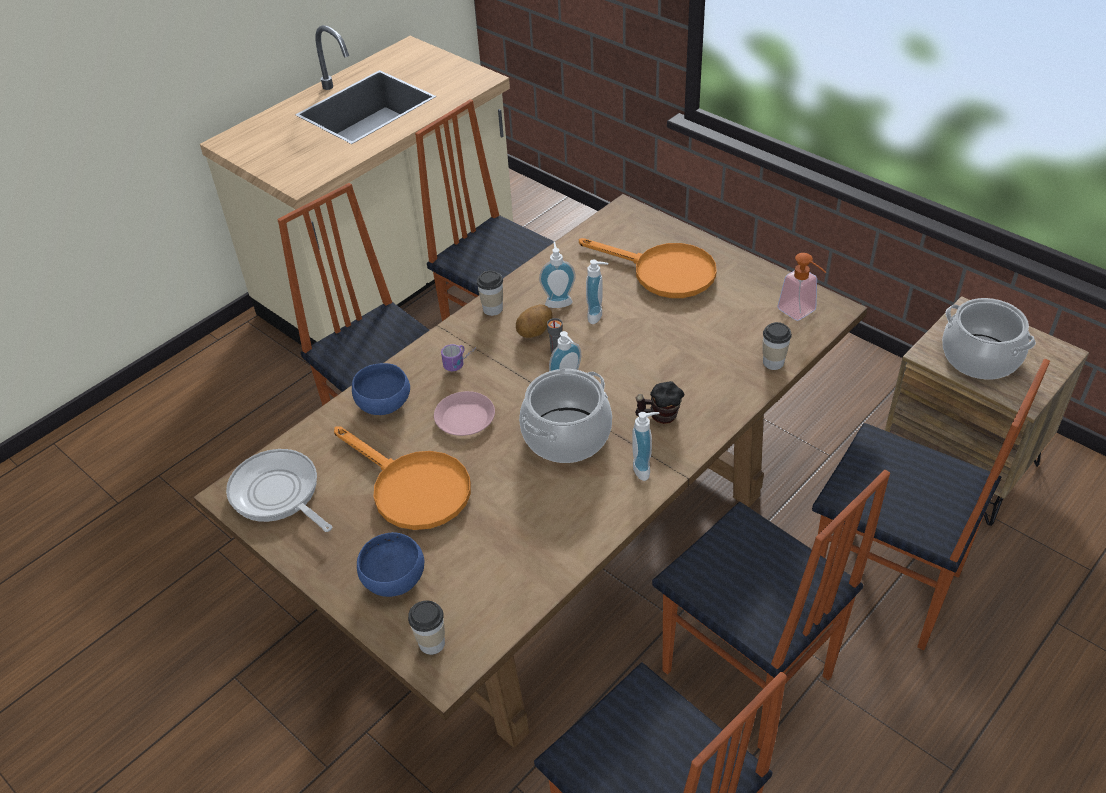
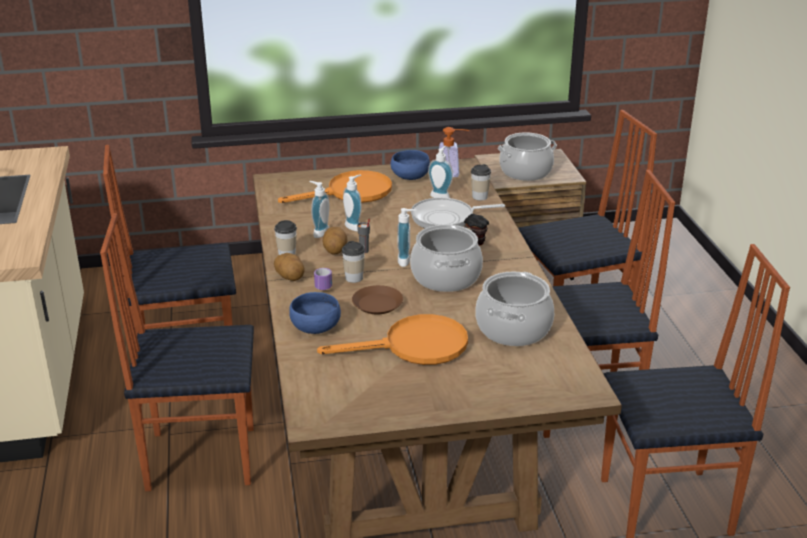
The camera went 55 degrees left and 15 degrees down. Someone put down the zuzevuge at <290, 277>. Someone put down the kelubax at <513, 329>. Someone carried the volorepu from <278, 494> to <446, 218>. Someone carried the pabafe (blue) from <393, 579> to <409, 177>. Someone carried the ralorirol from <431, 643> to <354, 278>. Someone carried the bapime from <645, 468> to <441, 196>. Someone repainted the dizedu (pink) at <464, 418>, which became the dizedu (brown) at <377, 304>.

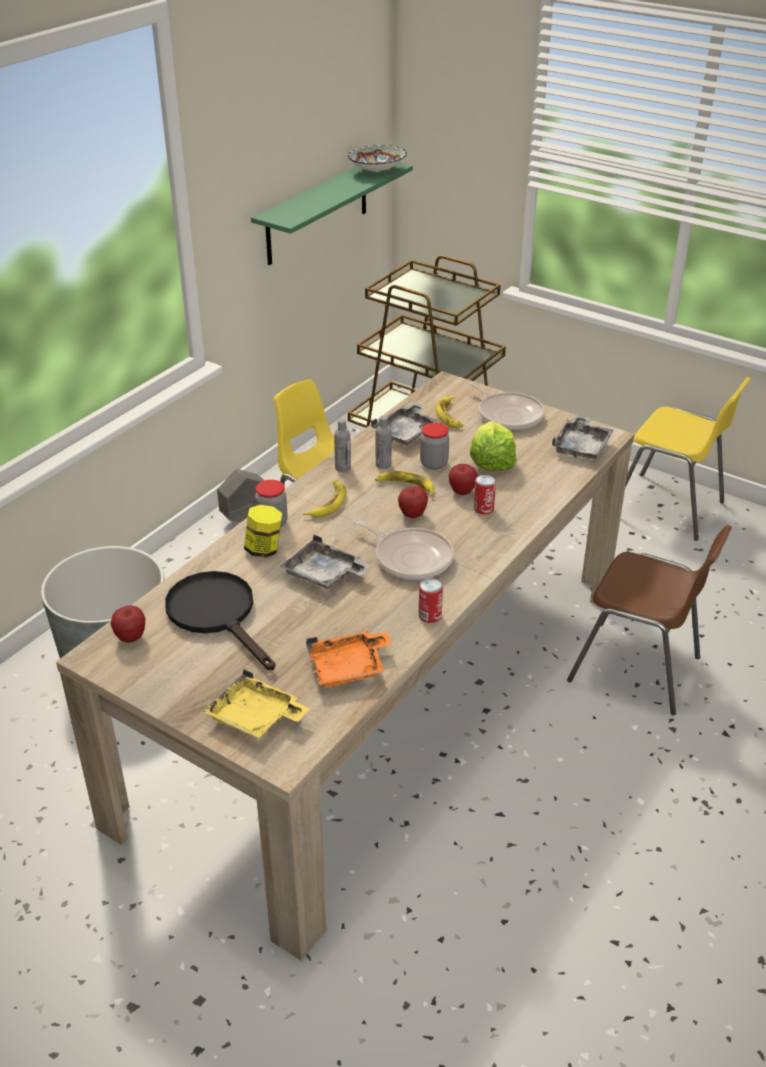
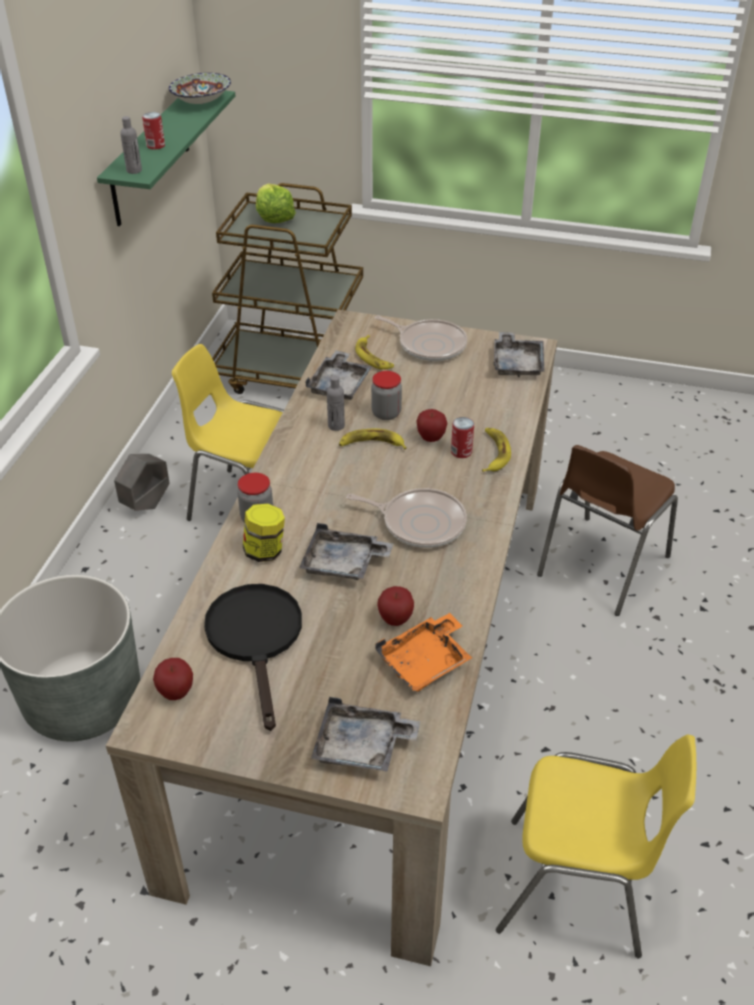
The camera went 20 degrees left and 5 degrees up. Someone carried the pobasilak from <328, 503> to <493, 453>. Someone carried the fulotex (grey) from <343, 468> to <134, 170>. Someone carried the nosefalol from <412, 515> to <395, 620>. Someone carried the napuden from <430, 615> to <155, 146>. Someone carried the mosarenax from <491, 461> to <274, 217>. Someone carried the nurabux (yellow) from <670, 508> to <577, 889>. Someone repainted the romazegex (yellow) at <256, 718>, which became the romazegex (grey) at <362, 746>. Someone rotated the volorepu (black) at <217, 615> by 45 degrees clockwise. Someone rotated the nurabux (brown) at <638, 670> by 120 degrees clockwise.

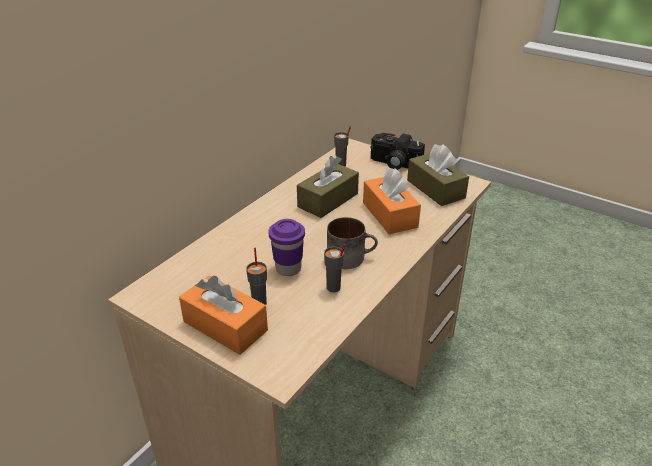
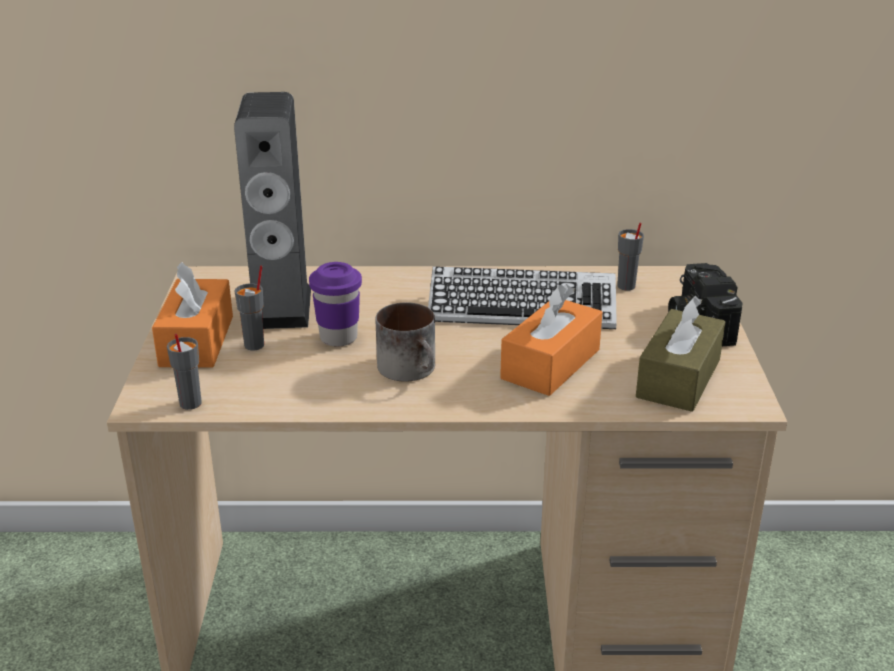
The camera went 55 degrees right and 5 degrees down. Someone put down the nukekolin at <281, 307>. Someone carried the ralorirol (grey) from <333, 288> to <190, 404>. Someone swapped the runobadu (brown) at <328, 200> for the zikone at <521, 309>.

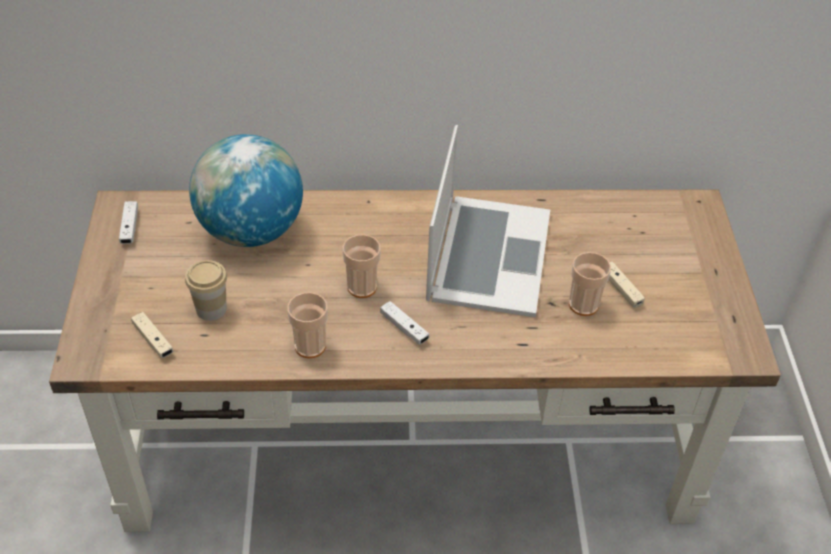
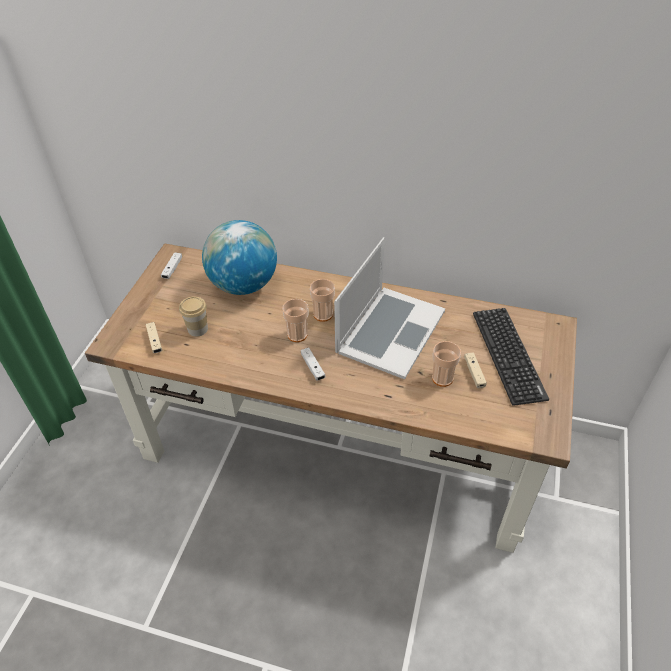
The camera went 20 degrees right and 0 degrees up. Someone put down the zikone at <508, 355>. Someone carried the ralorirol from <310, 346> to <323, 314>.

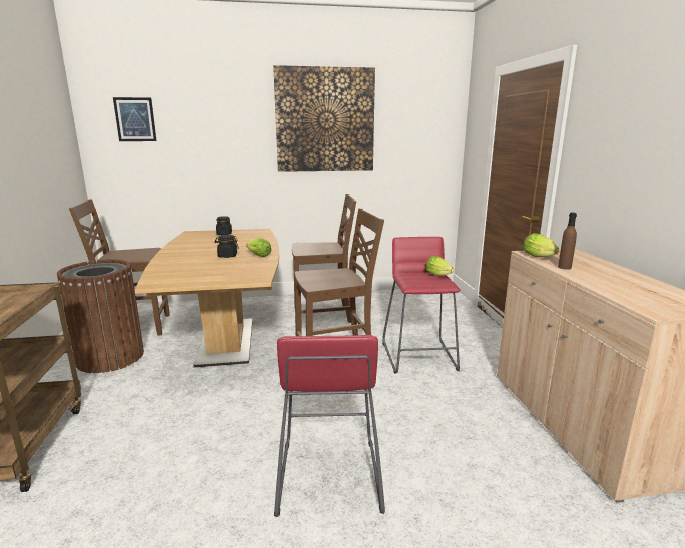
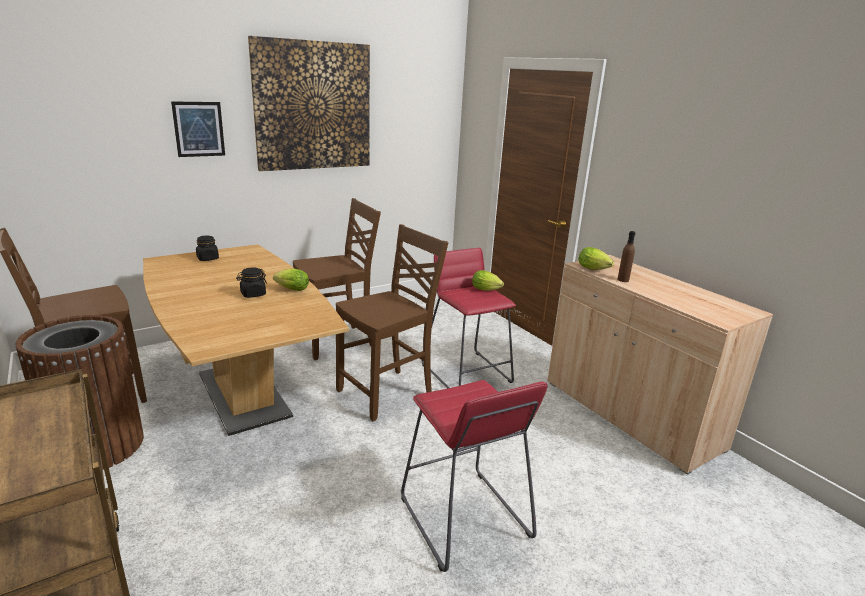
The camera went 25 degrees left and 5 degrees up. Someone carried the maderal from <135, 119> to <199, 129>.

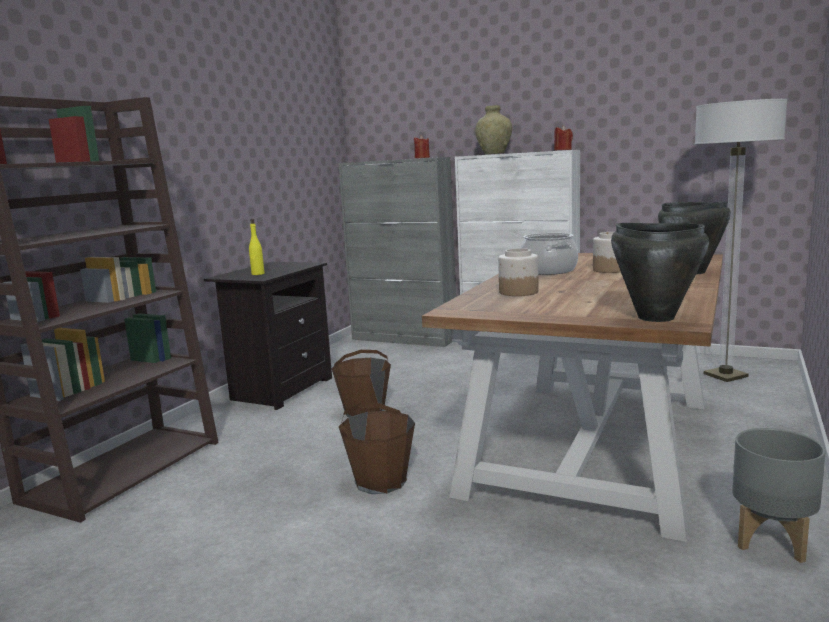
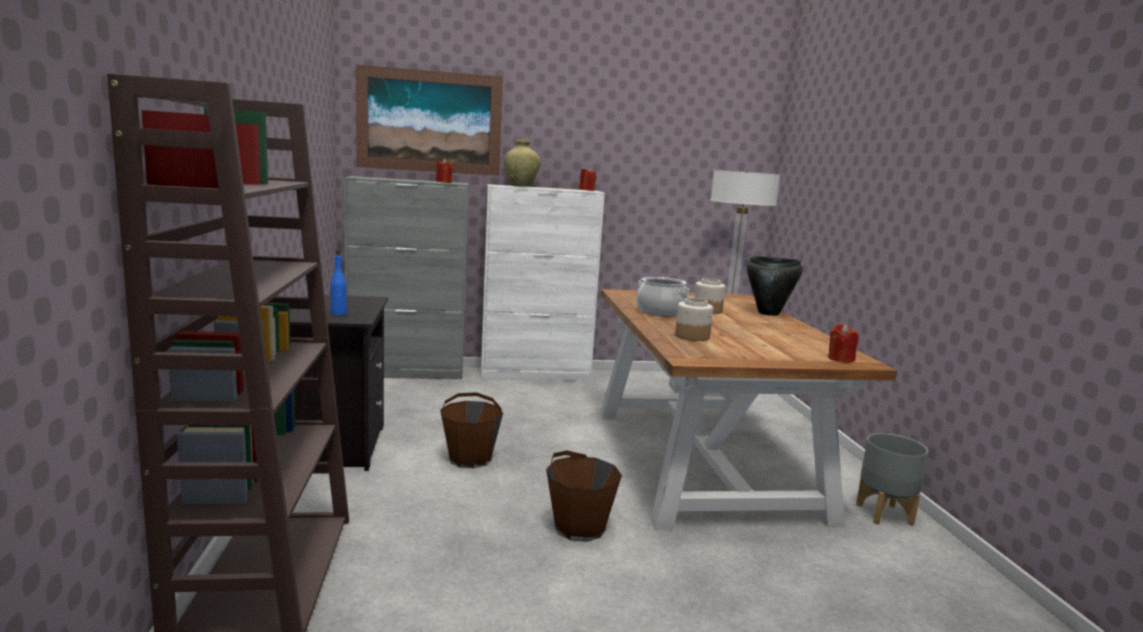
The camera went 35 degrees left and 0 degrees up. Someone put up the maderal at <429, 121>. Someone swapped the kelubax (black) at <655, 317> for the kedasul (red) at <840, 359>. Someone repainted the fulotex (yellow) at <258, 274>, which became the fulotex (blue) at <338, 314>.

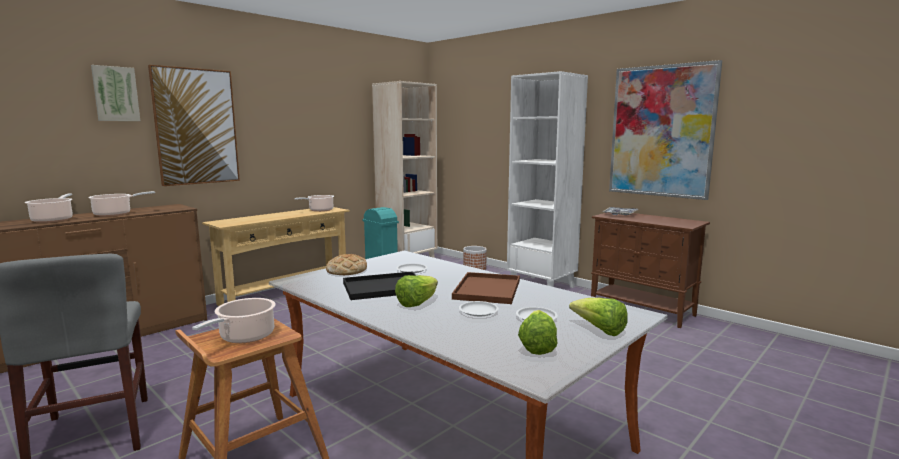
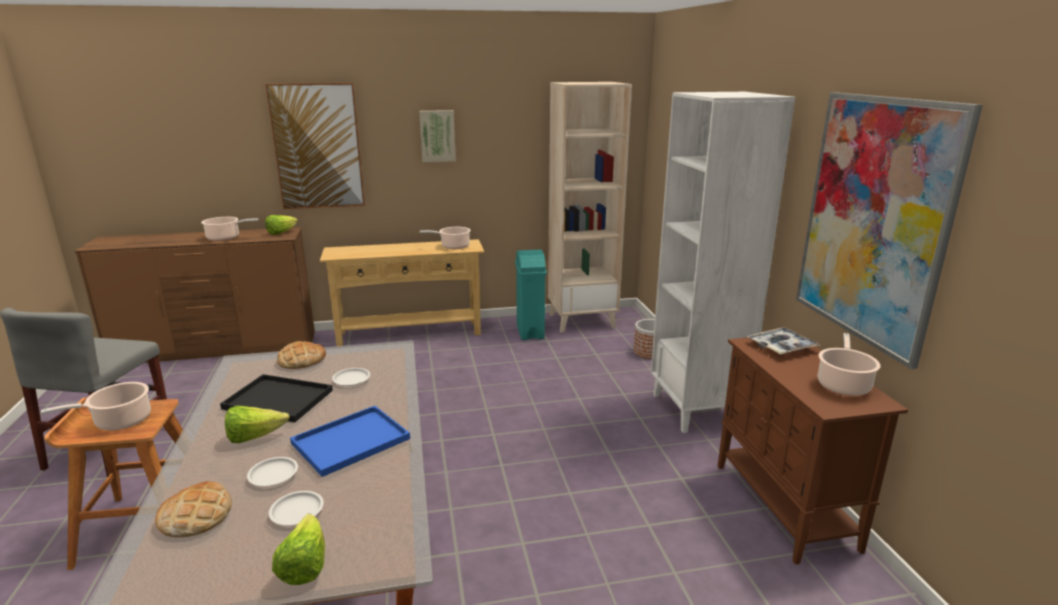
The camera went 35 degrees right and 10 degrees up. Someone put down the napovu at <196, 516>. Someone carried the kelubax from <53, 220> to <843, 384>. Someone carried the maderal from <115, 94> to <437, 136>. Someone carried the mosarenax from <536, 346> to <281, 233>. Someone repainted the romazegex (brown) at <487, 289>, which became the romazegex (blue) at <352, 440>.

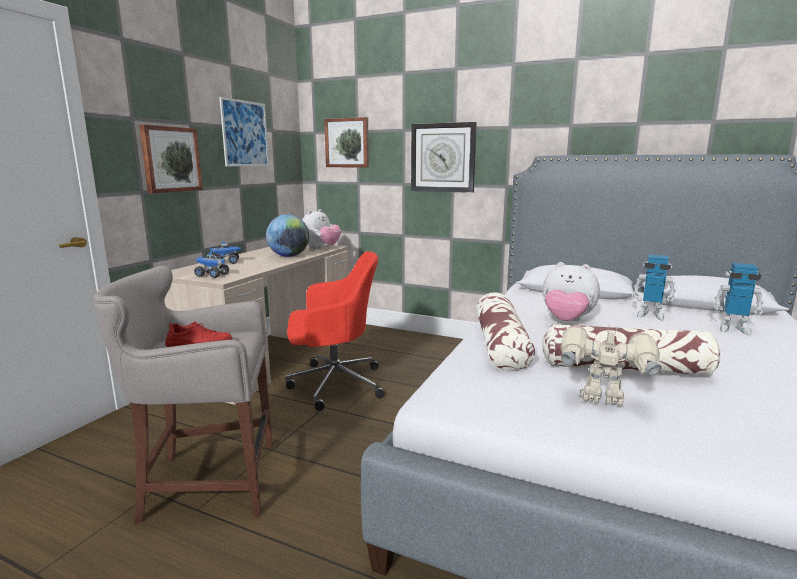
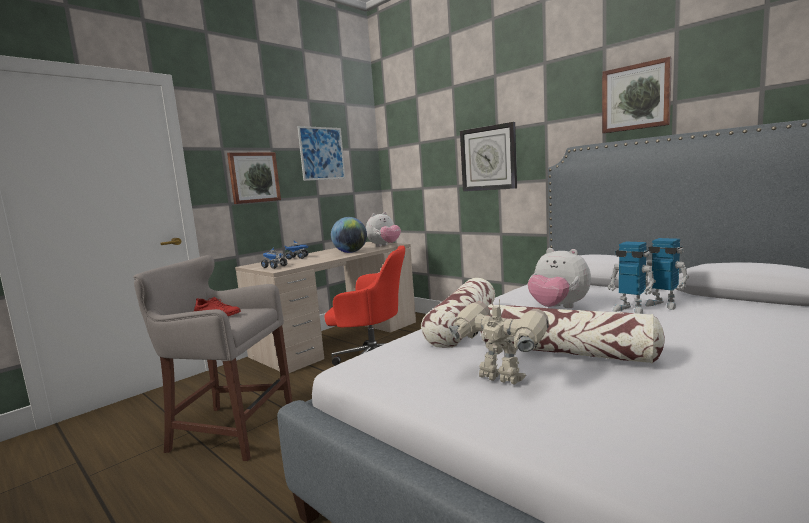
The camera went 20 degrees right and 5 degrees down. Someone carried the maderal from <347, 143> to <636, 97>. Someone carried the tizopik from <733, 329> to <630, 309>.

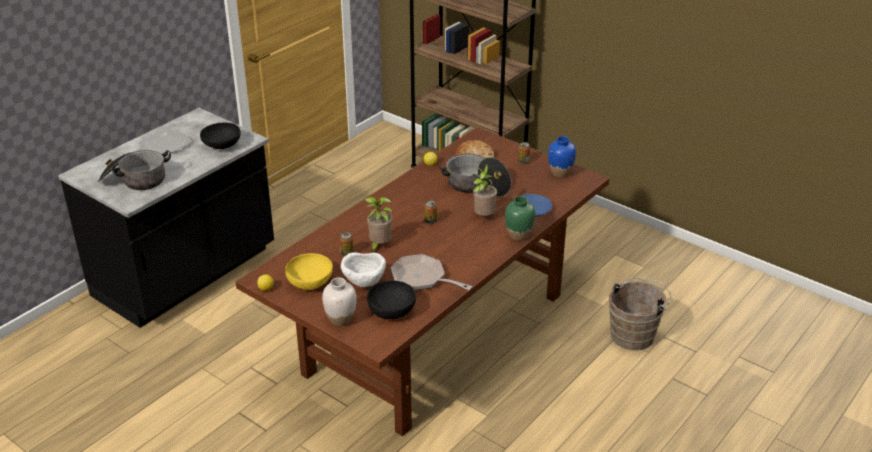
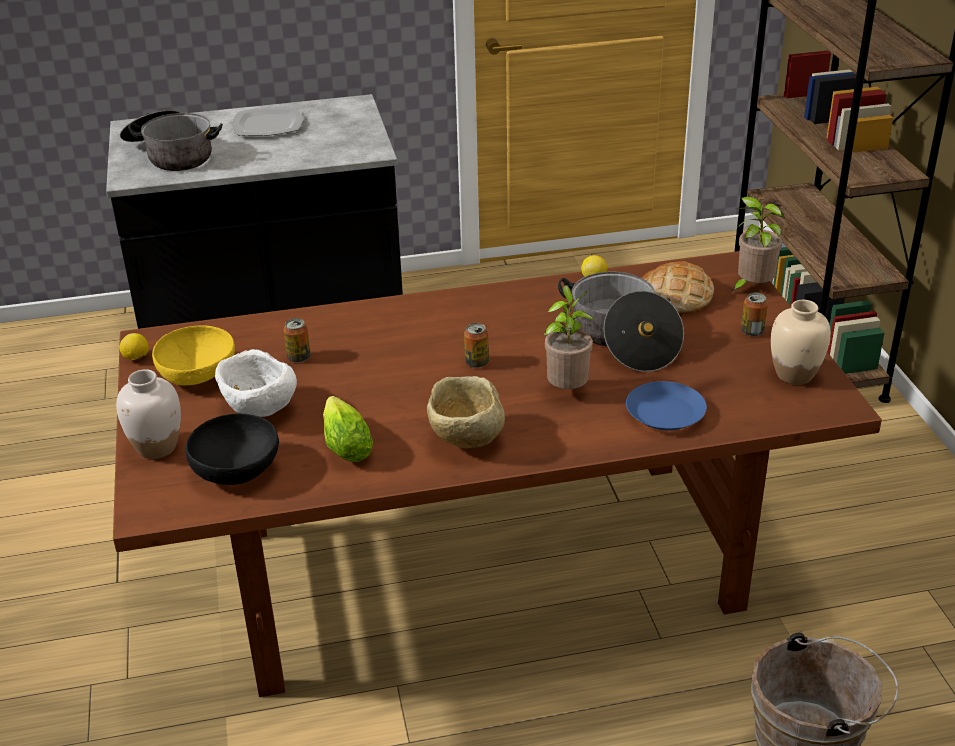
The camera went 40 degrees right and 0 degrees up. Someone took away the pabafe (black) at <222, 146>. Someone took away the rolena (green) at <518, 235>. Someone put down the pabafe (beige) at <466, 440>. Someone carried the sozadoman from <379, 246> to <751, 288>. Someone swapped the volorepu at <422, 278> for the mosarenax at <345, 443>. Someone repainted the rolena (blue) at <560, 173>, which became the rolena (beige) at <794, 375>.

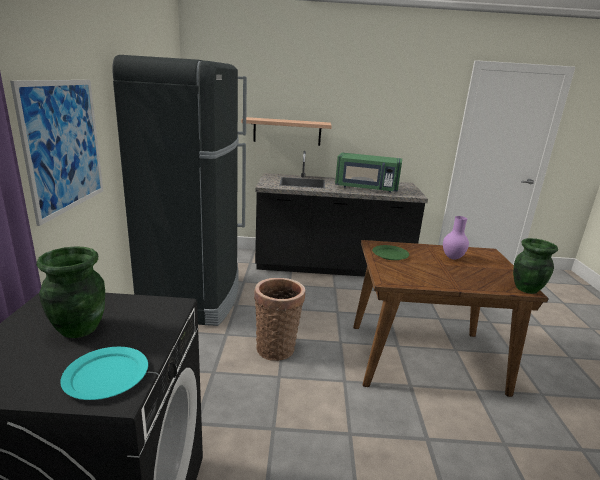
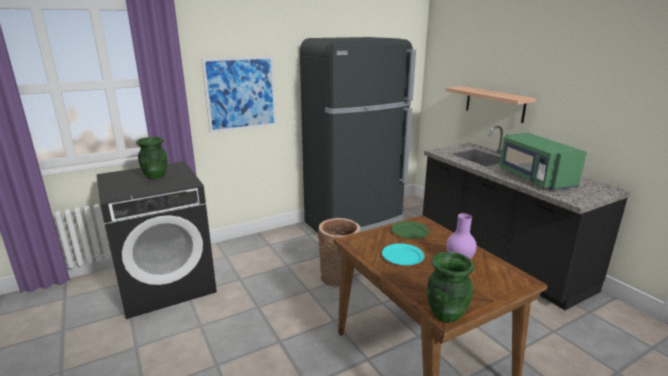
The camera went 60 degrees right and 0 degrees up. Someone carried the dizedu (turquoise) from <107, 375> to <402, 256>.

